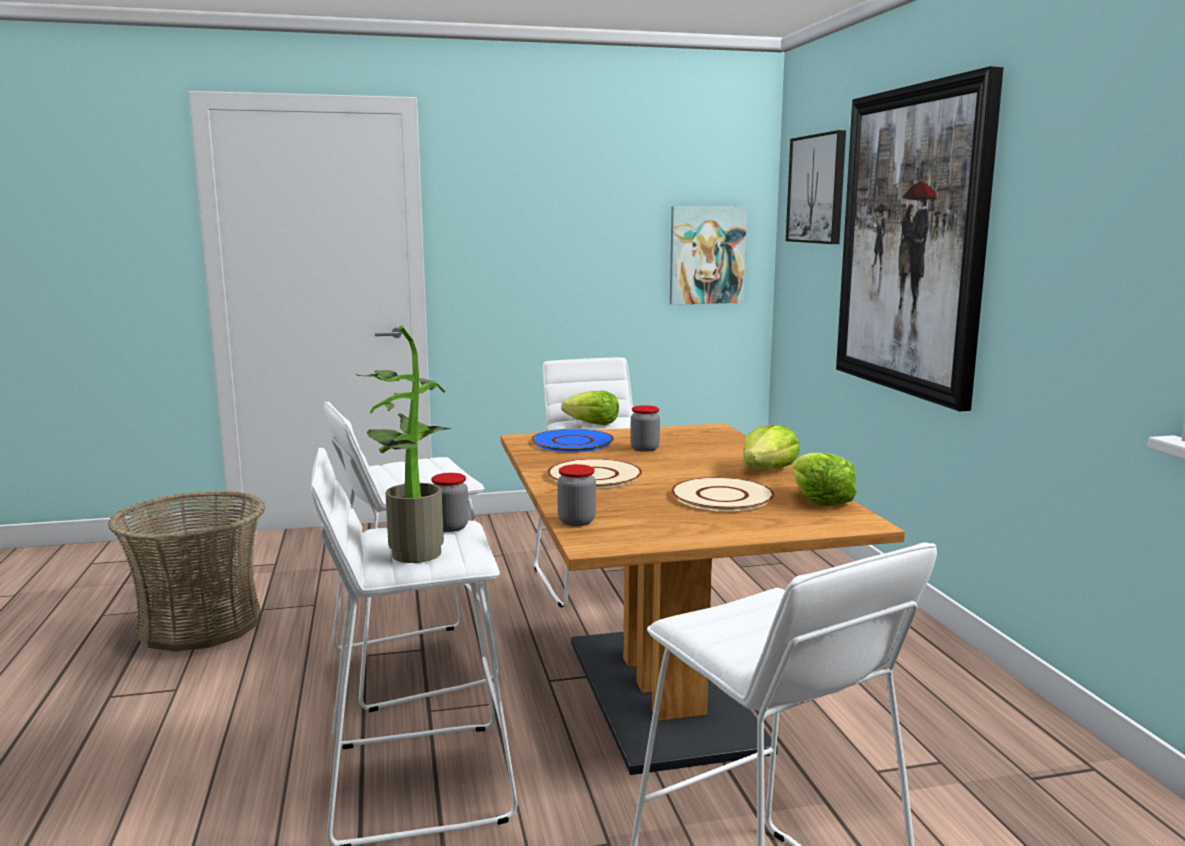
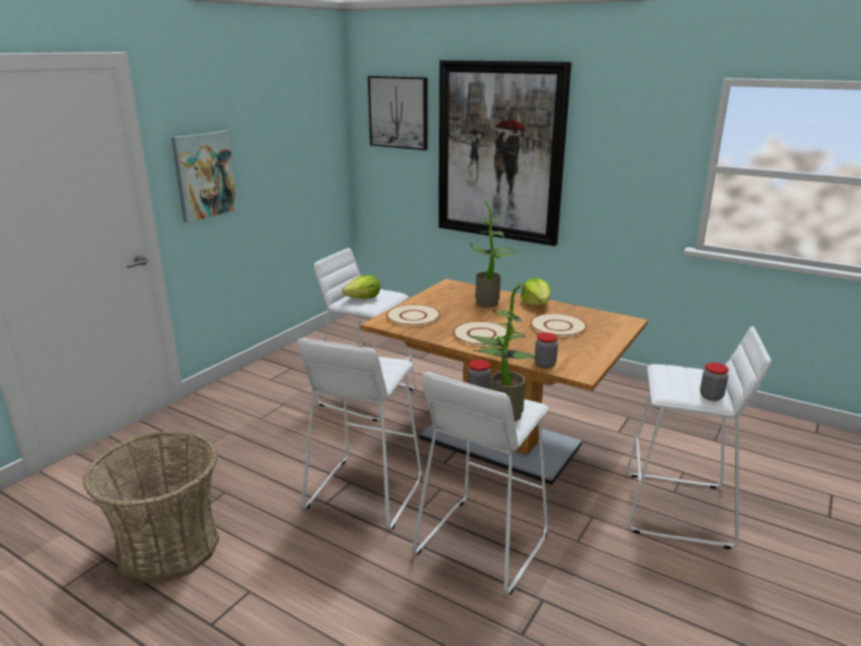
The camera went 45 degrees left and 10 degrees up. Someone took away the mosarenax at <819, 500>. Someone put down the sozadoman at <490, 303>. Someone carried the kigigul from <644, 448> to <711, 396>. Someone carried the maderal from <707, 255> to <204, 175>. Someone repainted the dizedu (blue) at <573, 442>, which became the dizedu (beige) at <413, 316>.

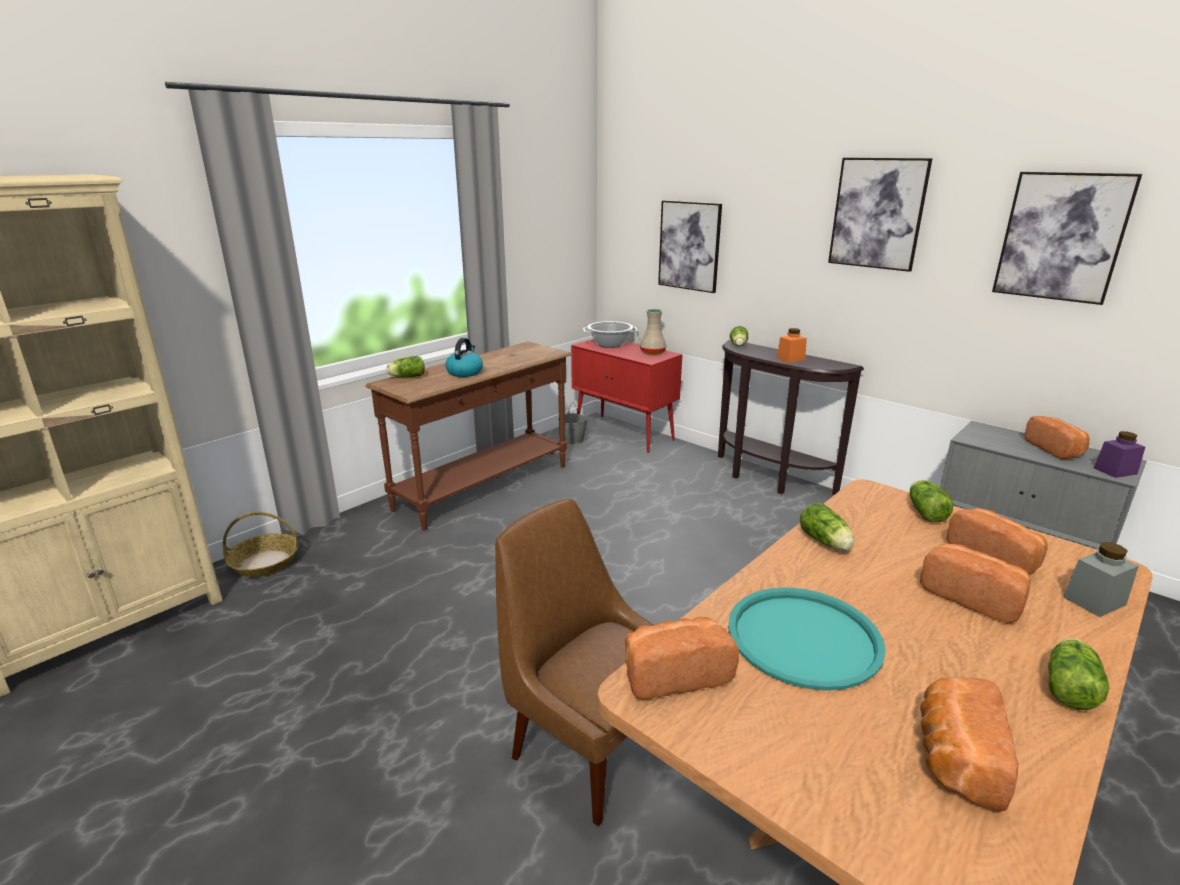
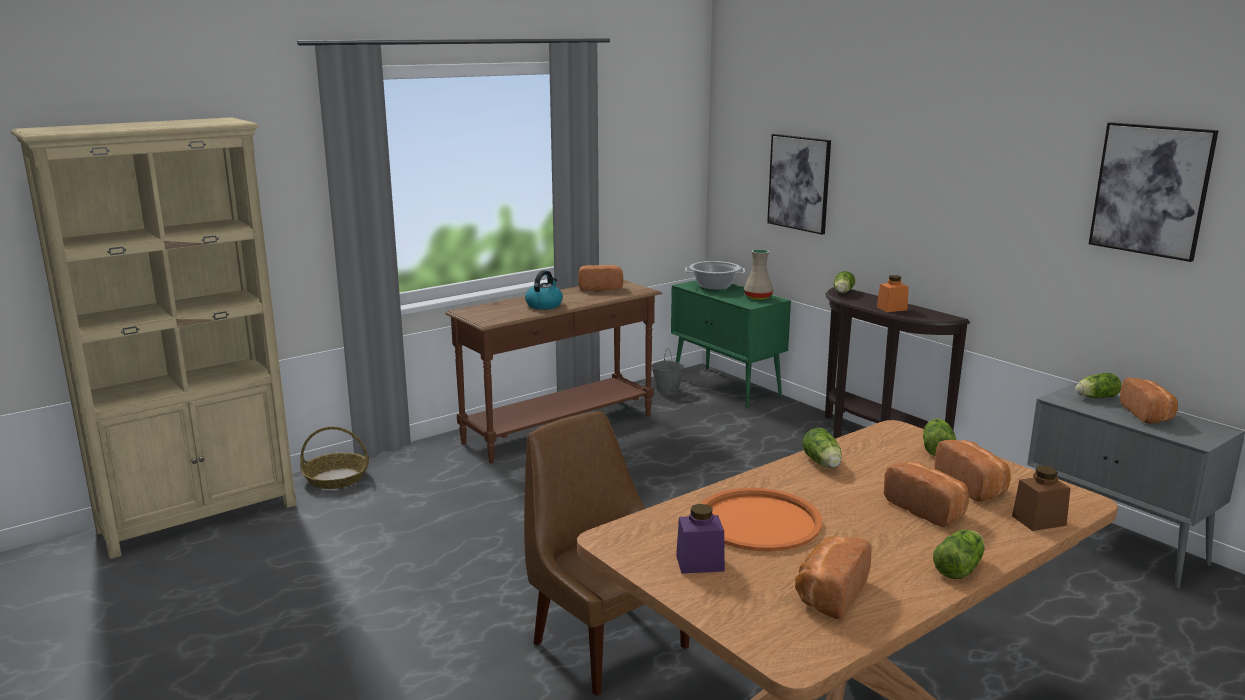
The camera went 10 degrees right and 5 degrees down. Someone took away the maderal at <877, 213>. Someone carried the mosarenax from <406, 377> to <1094, 397>. Someone carried the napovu from <674, 673> to <600, 287>. Someone carried the kigigul (purple) from <1115, 471> to <700, 563>. Someone repainted the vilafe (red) at <624, 433>, which became the vilafe (green) at <727, 387>. Someone repainted the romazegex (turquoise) at <804, 638>, which became the romazegex (orange) at <759, 521>. Someone repainted the kigigul (grey) at <1094, 601>, which became the kigigul (brown) at <1039, 520>.

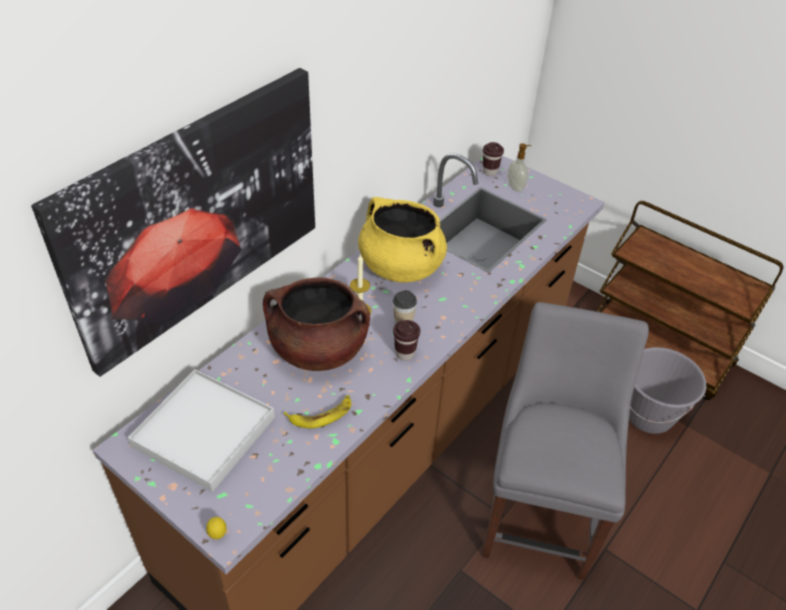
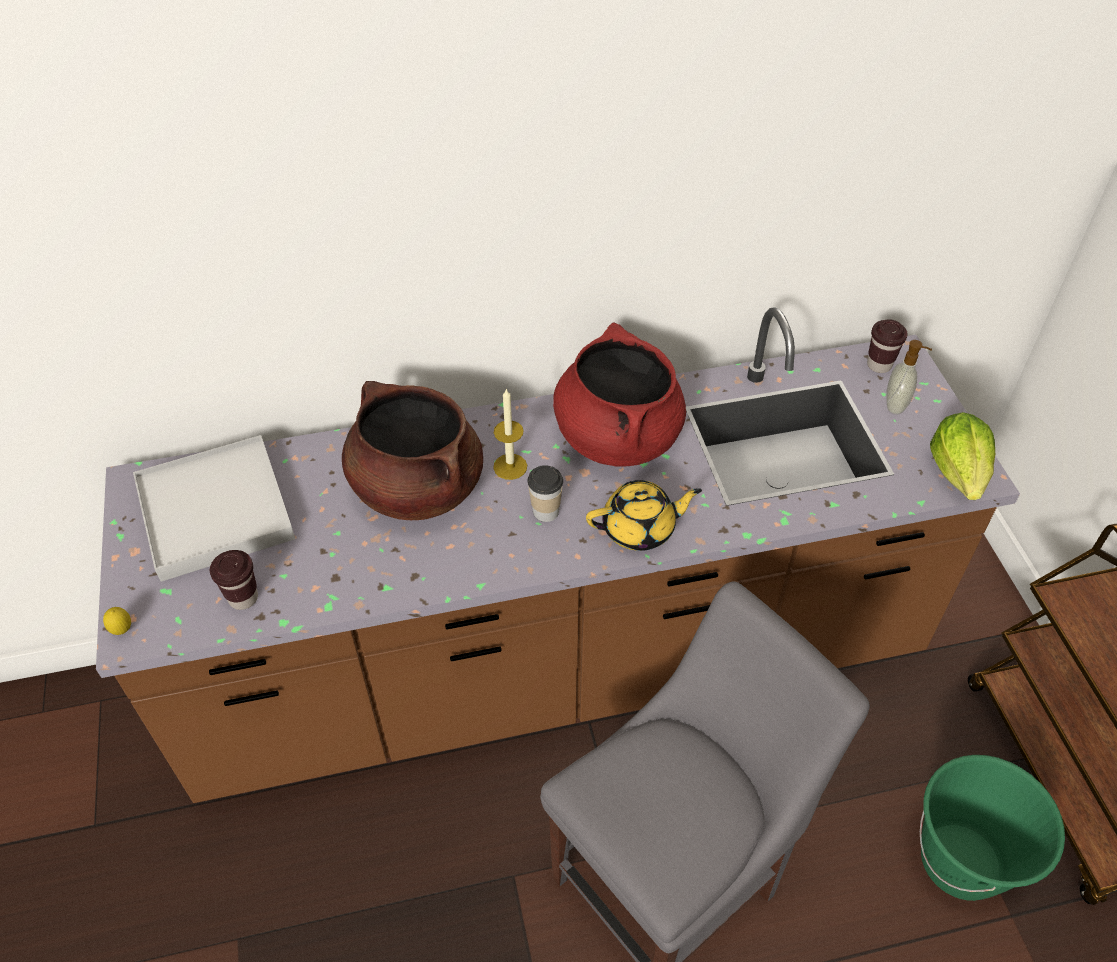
The camera went 40 degrees right and 5 degrees up. Someone took away the maderal at <197, 216>. Someone took away the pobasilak at <321, 414>. Someone put down the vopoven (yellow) at <640, 528>. Someone put down the mosarenax at <959, 472>. Someone carried the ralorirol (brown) from <405, 353> to <243, 598>. Someone repainted the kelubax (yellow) at <400, 266>, which became the kelubax (red) at <617, 436>. Someone repainted the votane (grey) at <649, 415>, which became the votane (green) at <961, 861>.

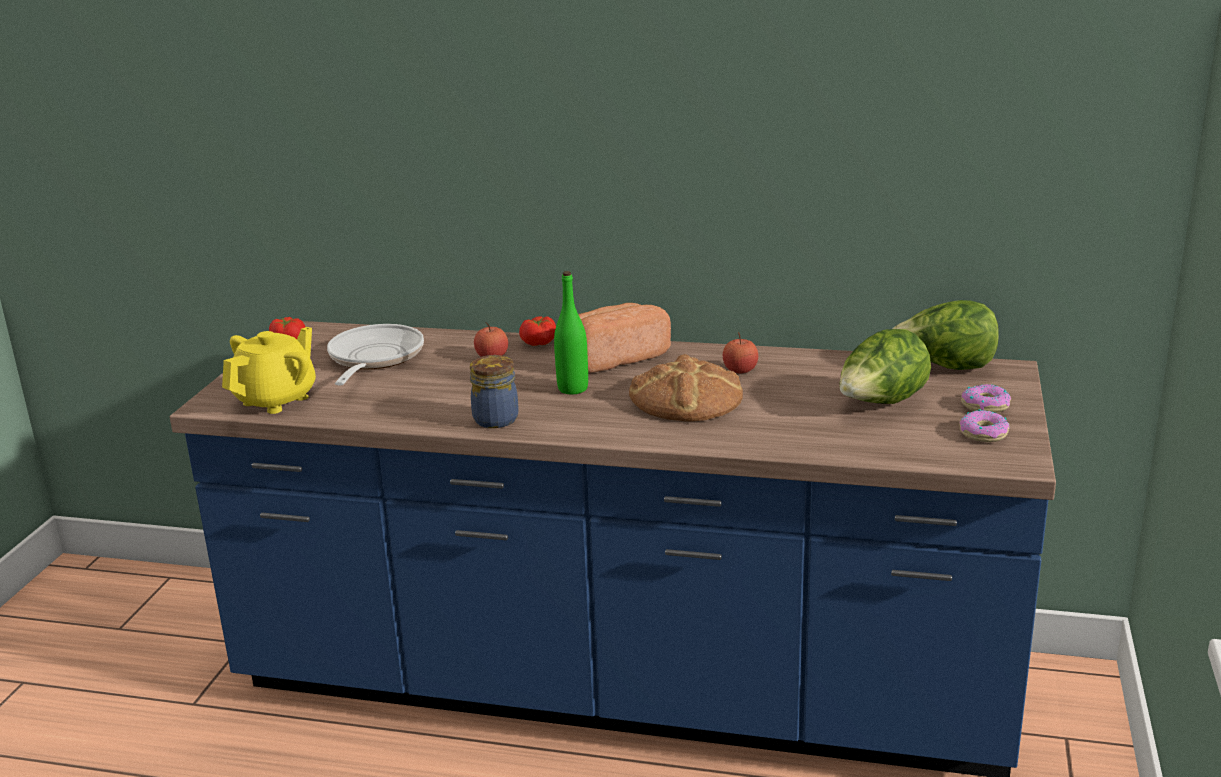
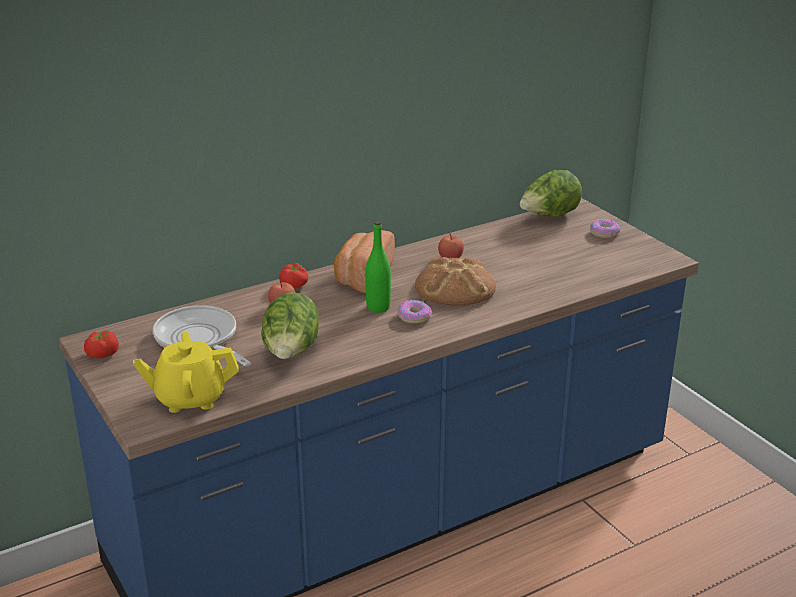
The camera went 45 degrees left and 5 degrees up. Someone took away the kigigul at <495, 419>. Someone carried the mosarenax from <881, 404> to <291, 353>. Someone carried the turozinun from <984, 433> to <414, 316>. Someone rotated the vopoven (yellow) at <276, 400> by 90 degrees counterclockwise.

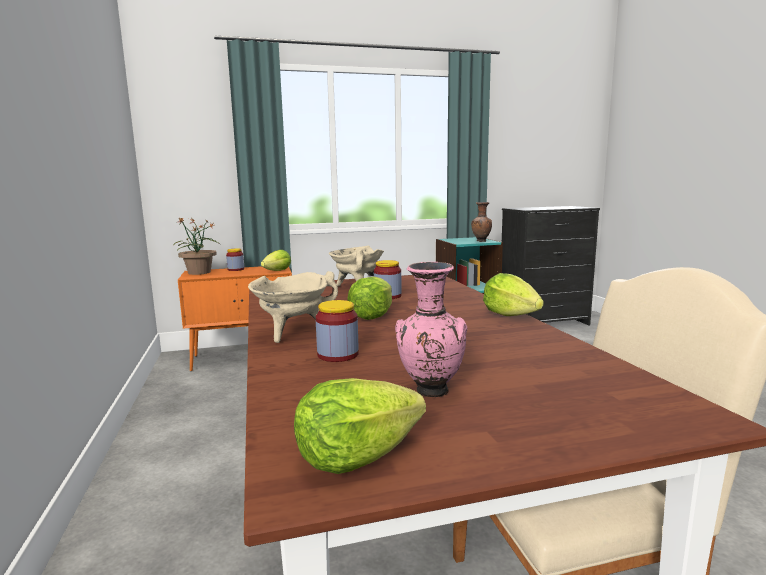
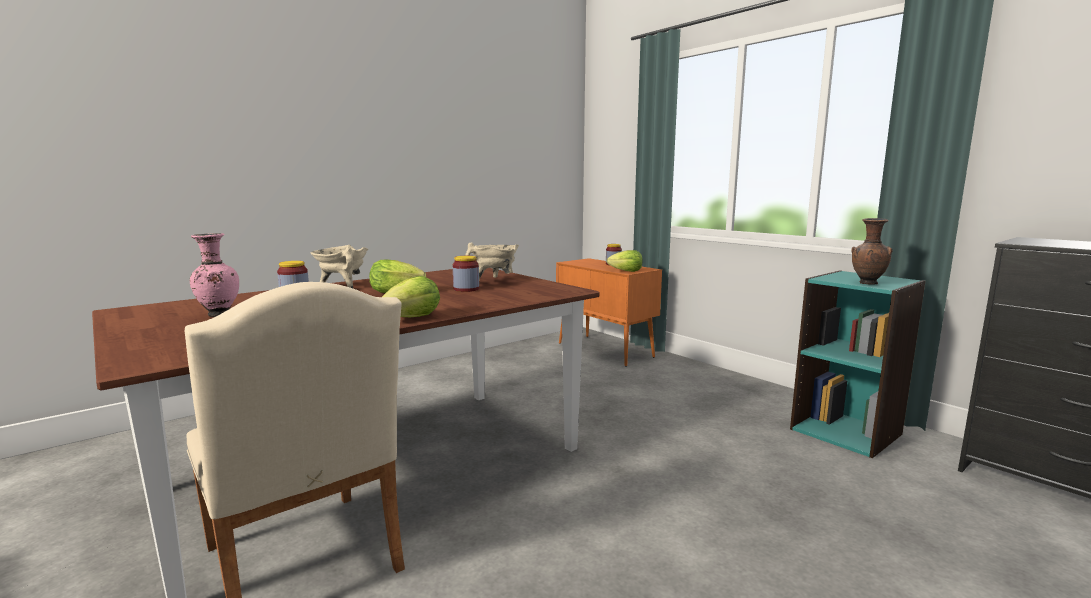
The camera went 65 degrees right and 0 degrees up. Someone took away the sozadoman at <199, 272>. Someone took away the mosarenax at <356, 457>.

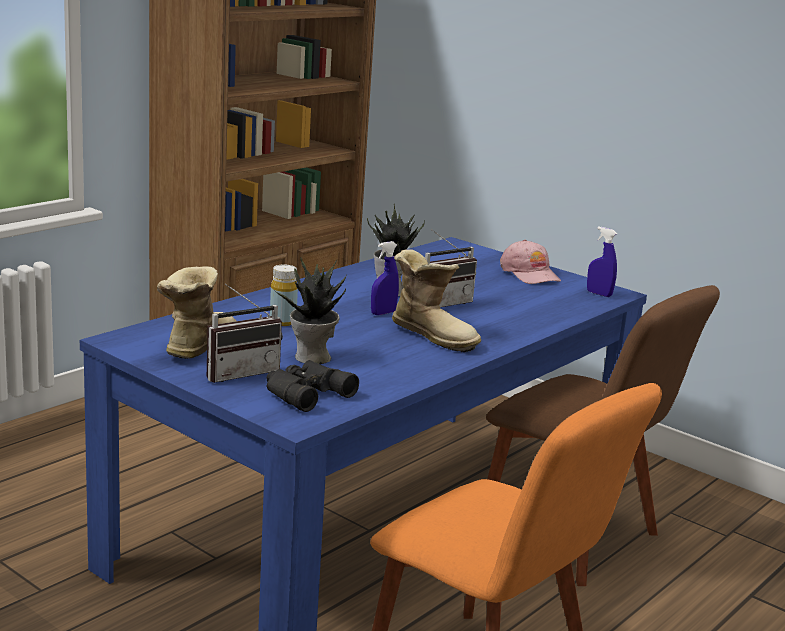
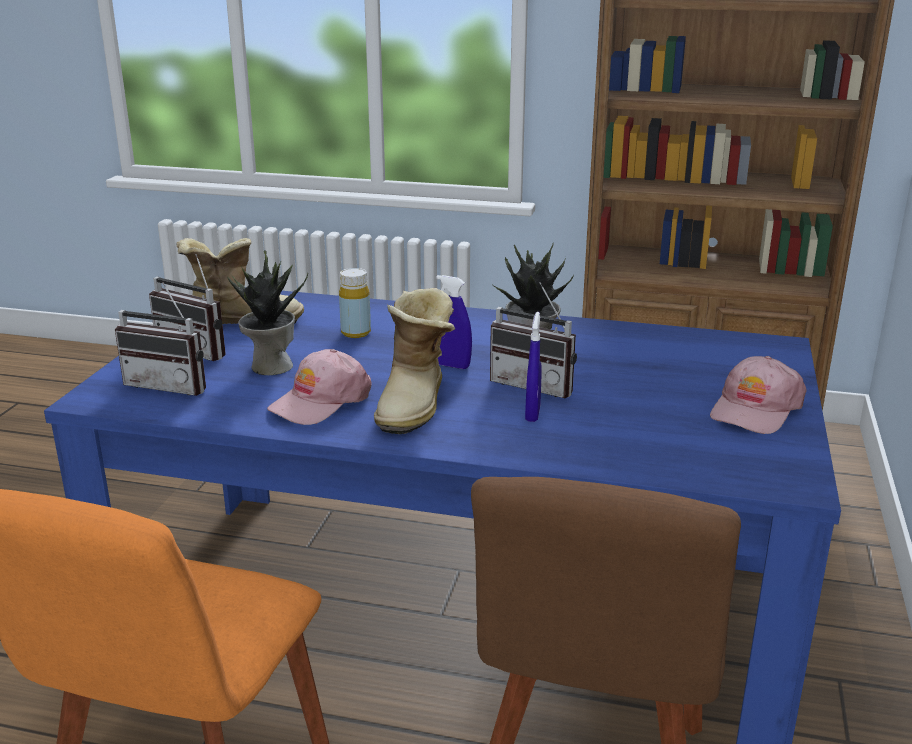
The camera went 65 degrees right and 5 degrees up. Someone put down the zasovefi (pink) at <320, 401>. Someone carried the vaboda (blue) from <599, 294> to <532, 414>. Someone swapped the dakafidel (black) at <304, 392> for the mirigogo at <171, 384>.

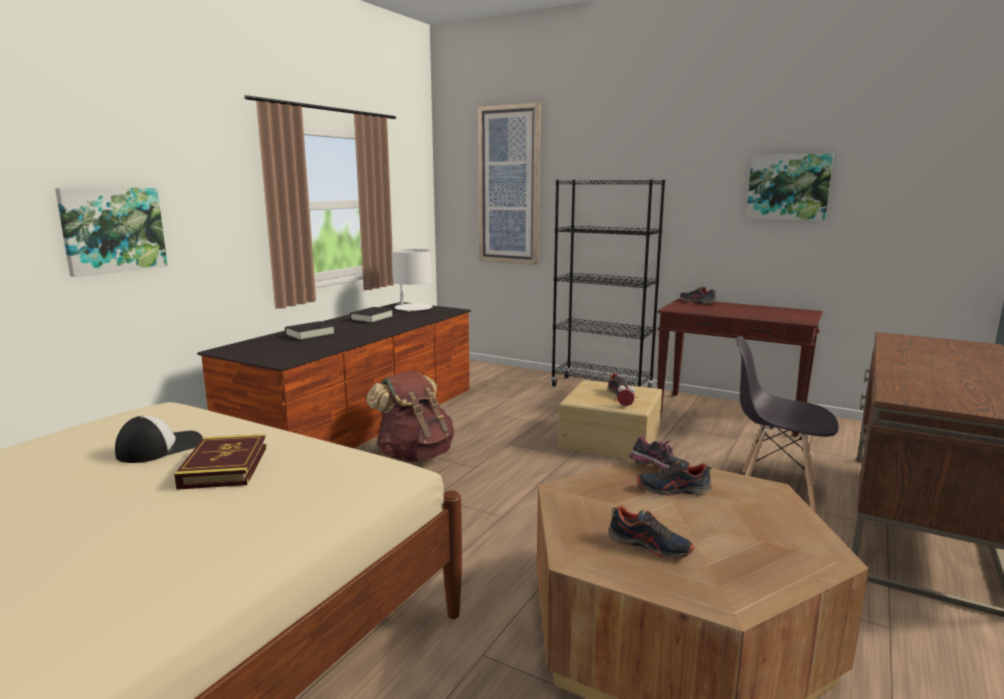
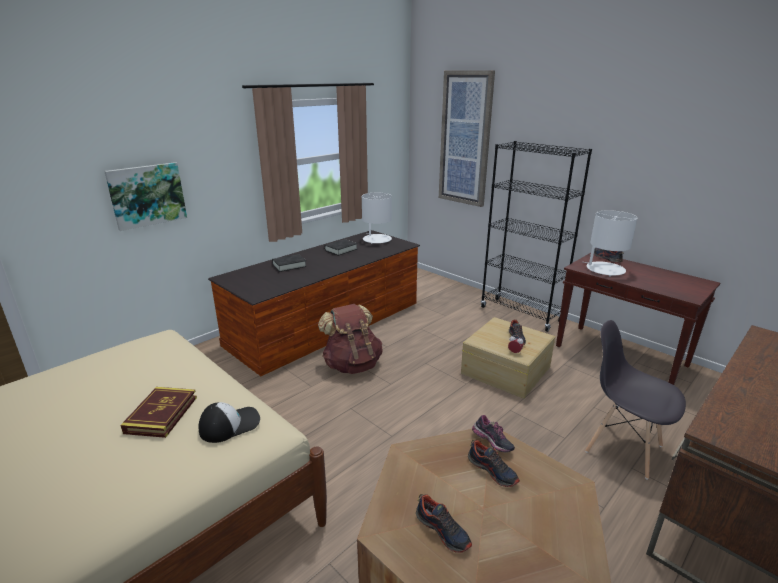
The camera went 15 degrees right and 10 degrees up. Someone took away the maderal at <788, 187>. Someone put down the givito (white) at <605, 269>. Someone carried the zasovefi from <160, 447> to <230, 424>. Someone rotated the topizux at <673, 490> by 150 degrees counterclockwise.

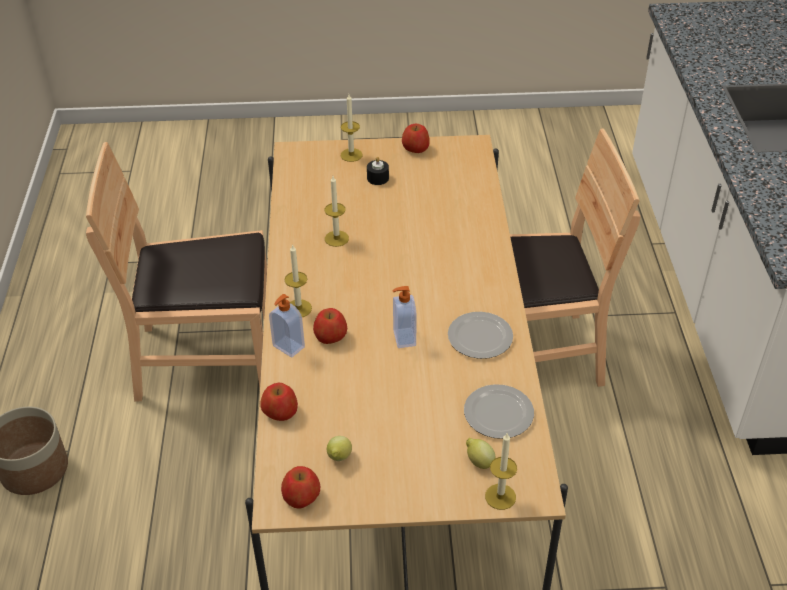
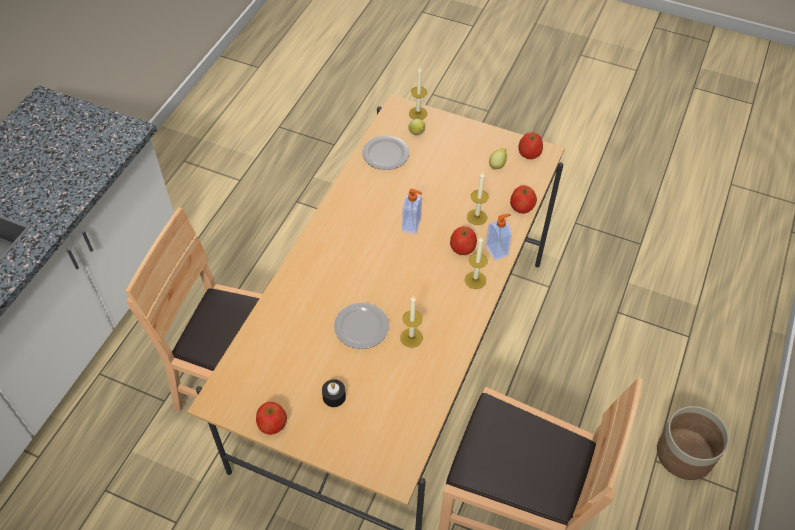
The camera went 155 degrees left and 10 degrees up. Someone carried the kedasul from <351, 155> to <477, 217>. Someone carried the dizedu from <479, 337> to <362, 328>.

